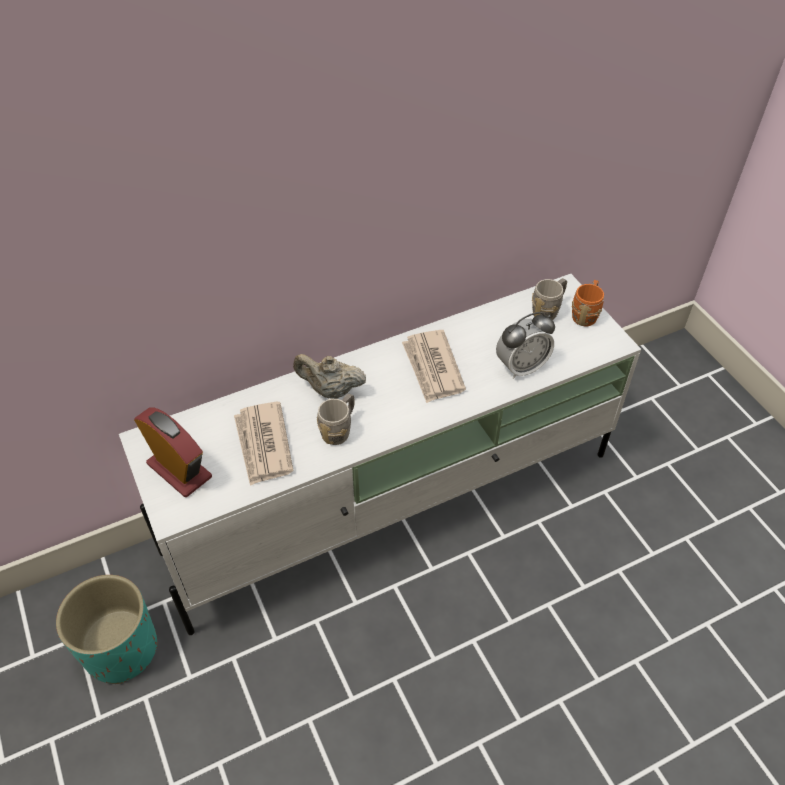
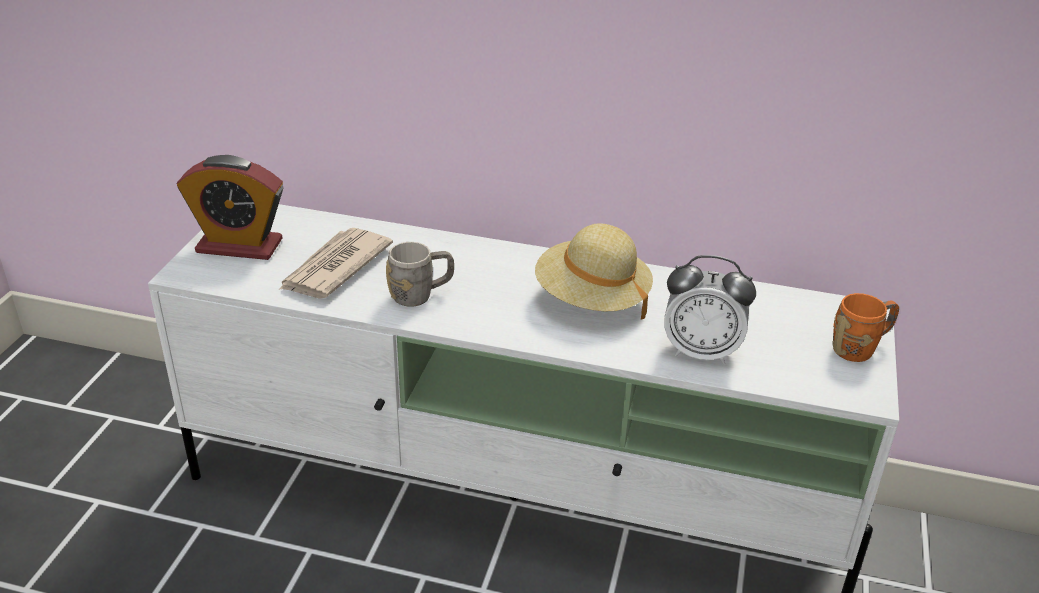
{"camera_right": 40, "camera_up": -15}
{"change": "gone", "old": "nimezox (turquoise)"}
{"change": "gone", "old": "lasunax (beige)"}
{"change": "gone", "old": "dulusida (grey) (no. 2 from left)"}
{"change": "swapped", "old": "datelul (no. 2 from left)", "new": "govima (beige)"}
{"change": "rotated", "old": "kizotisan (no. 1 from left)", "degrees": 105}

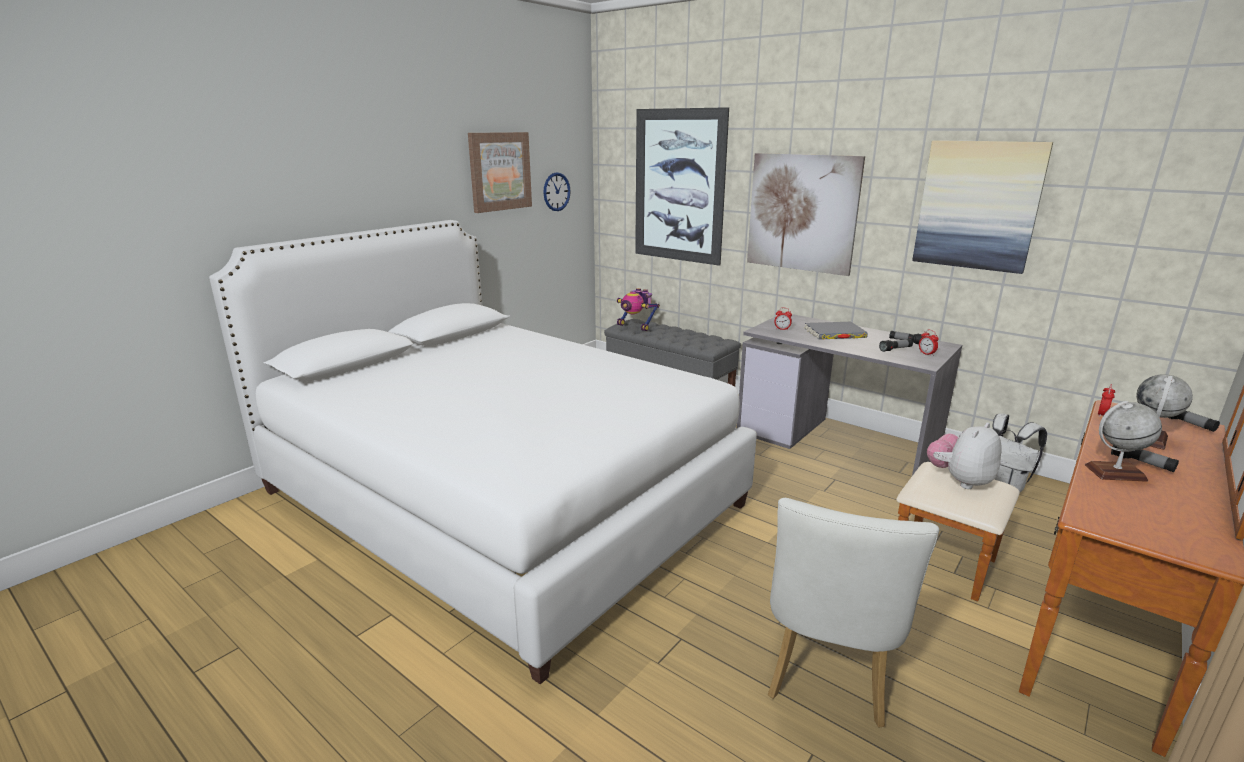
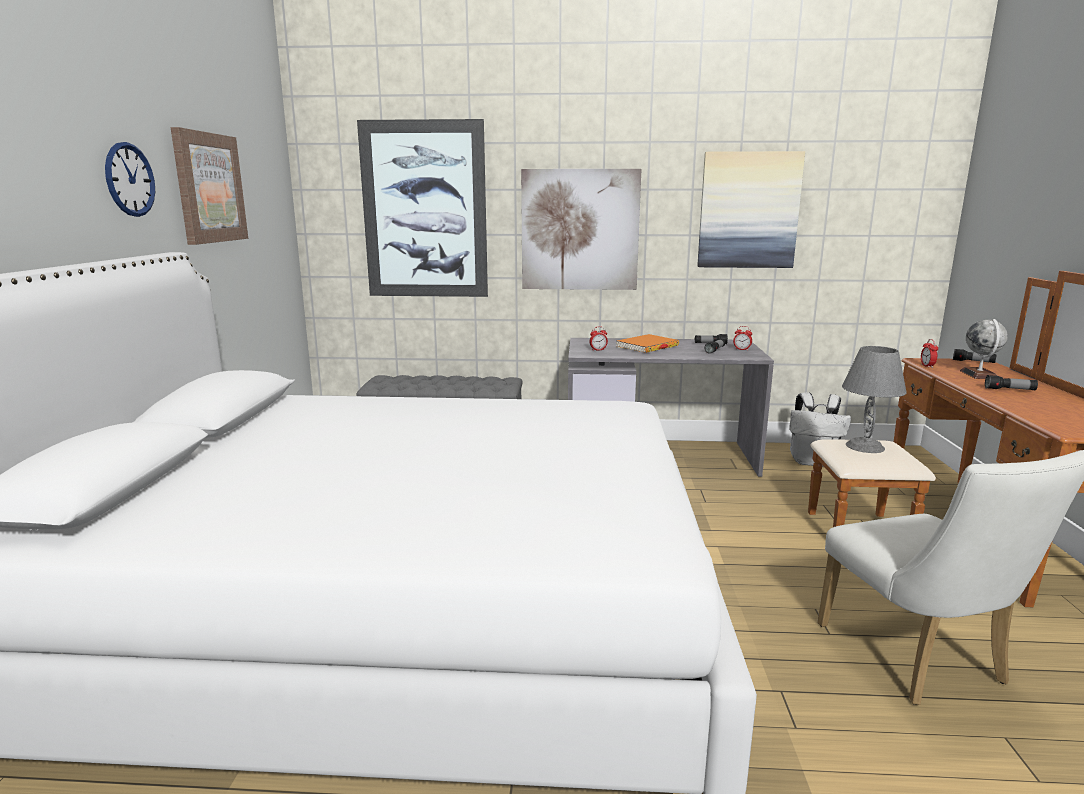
{"camera_right": -35, "camera_up": -5}
{"change": "gone", "old": "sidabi"}
{"change": "gone", "old": "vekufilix (no. 1 from left)"}
{"change": "shifted", "old": "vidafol"}
{"change": "swapped", "old": "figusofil", "new": "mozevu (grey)"}
{"change": "repainted", "old": "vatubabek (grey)", "new": "vatubabek (orange)"}

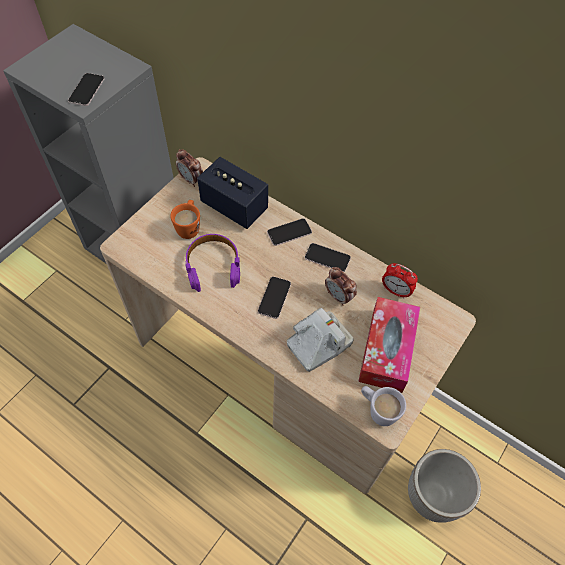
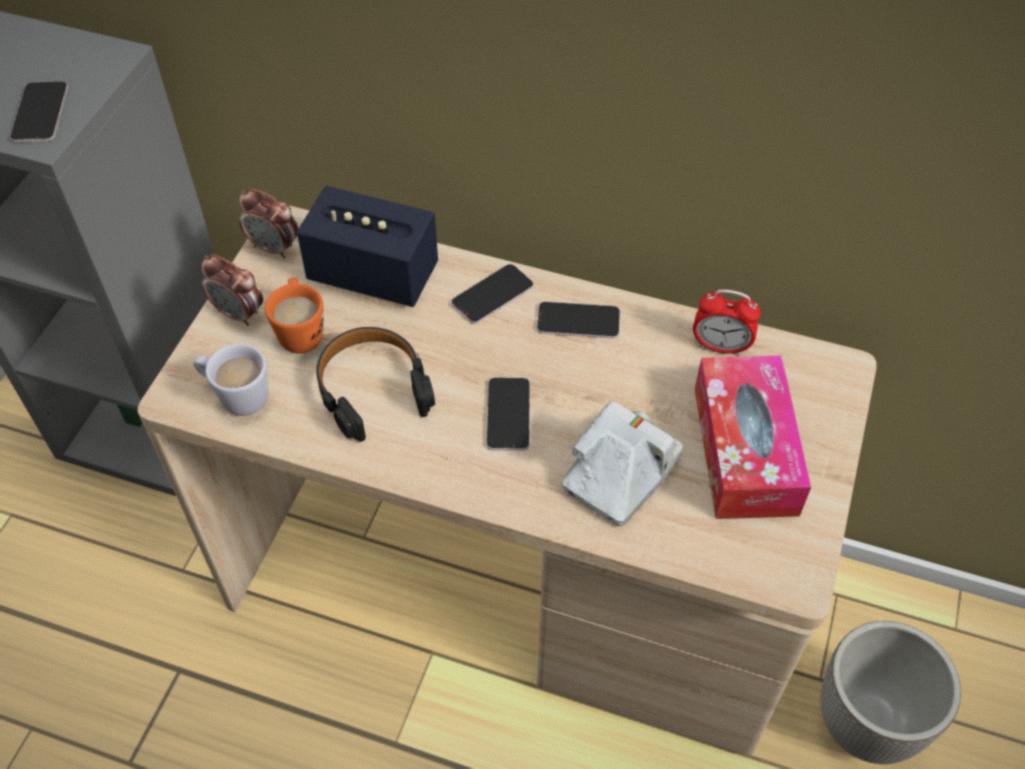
{"camera_right": -15, "camera_up": -5}
{"change": "shifted", "old": "kizotisan (no. 2 from left in the first image)", "new": "kizotisan (no. 1 from left)"}
{"change": "shifted", "old": "dulusida (white)"}
{"change": "repainted", "old": "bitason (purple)", "new": "bitason (black)"}

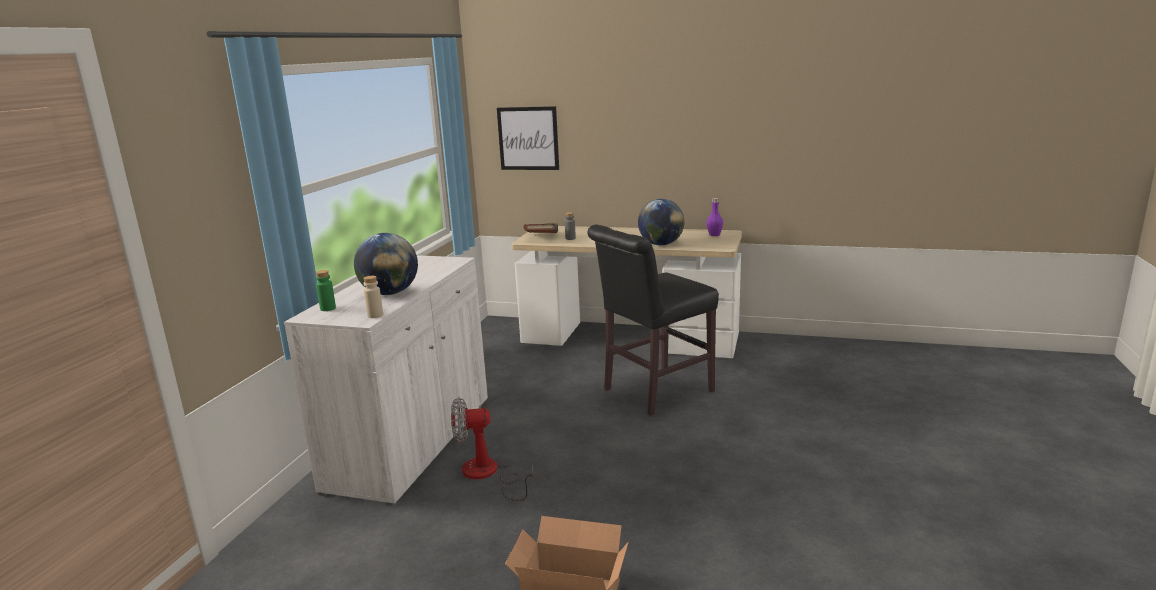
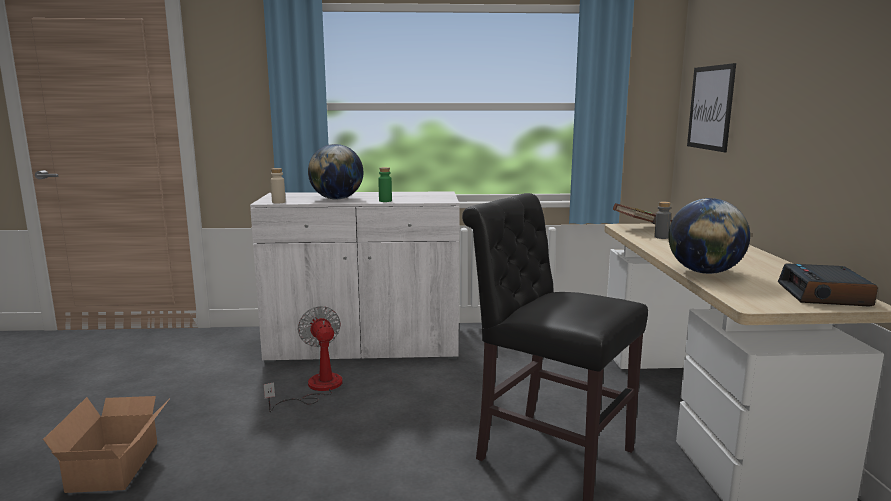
{"camera_right": 70, "camera_up": -5}
{"change": "shifted", "old": "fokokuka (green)"}
{"change": "swapped", "old": "fokokuka (purple)", "new": "kizotisan"}

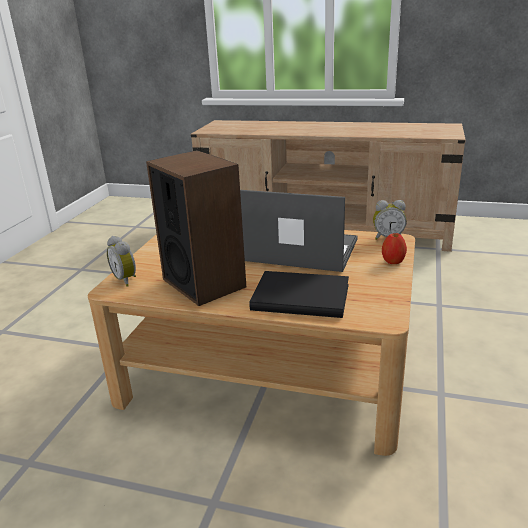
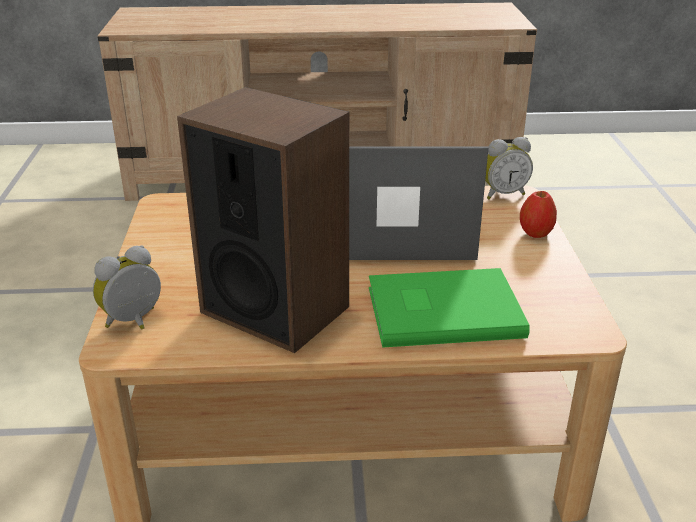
{"camera_right": -20, "camera_up": 5}
{"change": "repainted", "old": "vatubabek (black)", "new": "vatubabek (green)"}
{"change": "rotated", "old": "kizotisan (no. 1 from left)", "degrees": 105}

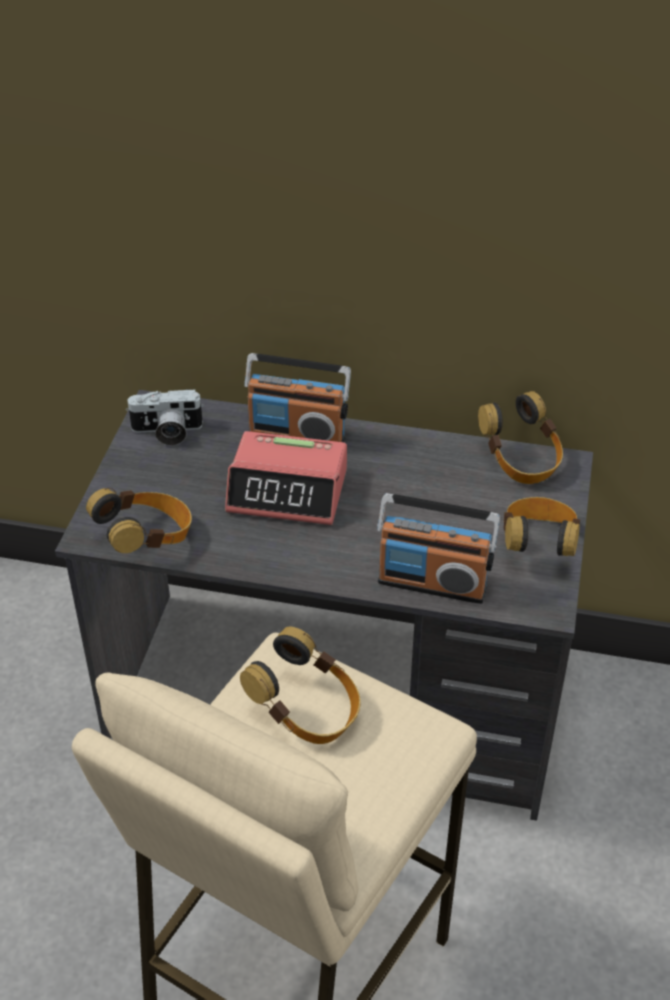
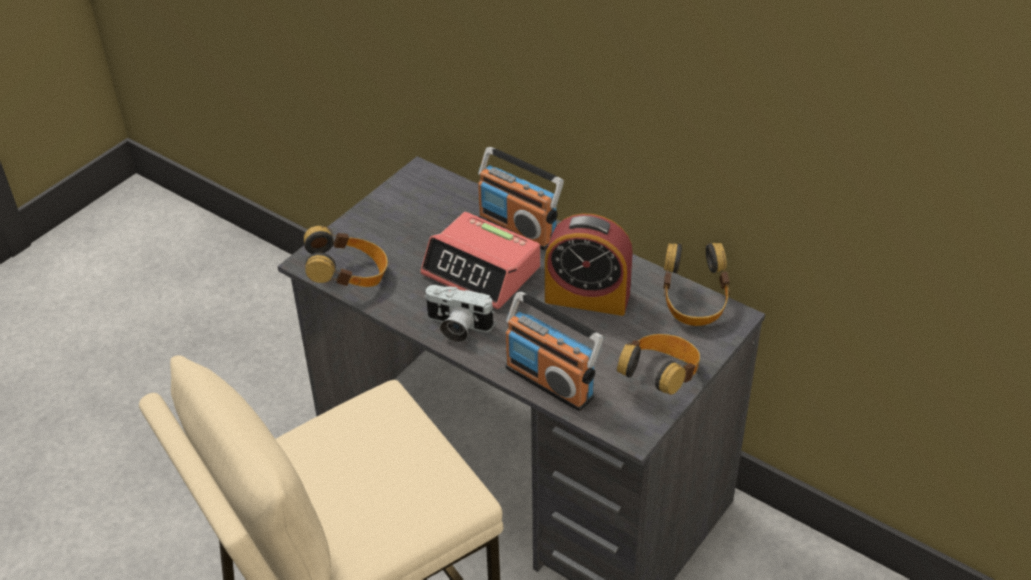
{"camera_right": 25, "camera_up": 0}
{"change": "gone", "old": "bitason (no. 2 from left)"}
{"change": "new", "new": "kizotisan (no. 2 from left)"}
{"change": "shifted", "old": "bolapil"}

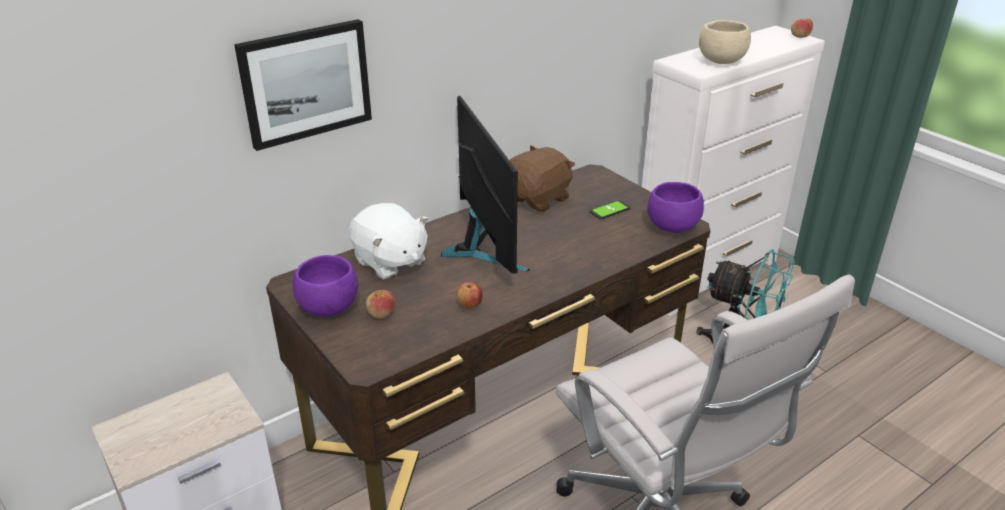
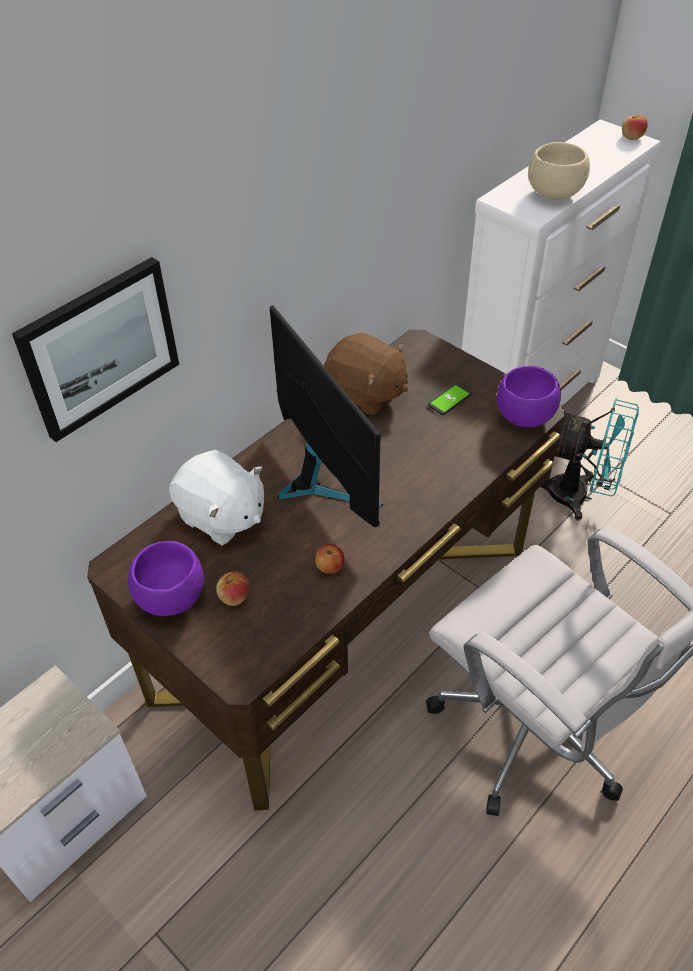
{"camera_right": -10, "camera_up": 15}
{"change": "rotated", "old": "figusofil (brown)", "degrees": 90}

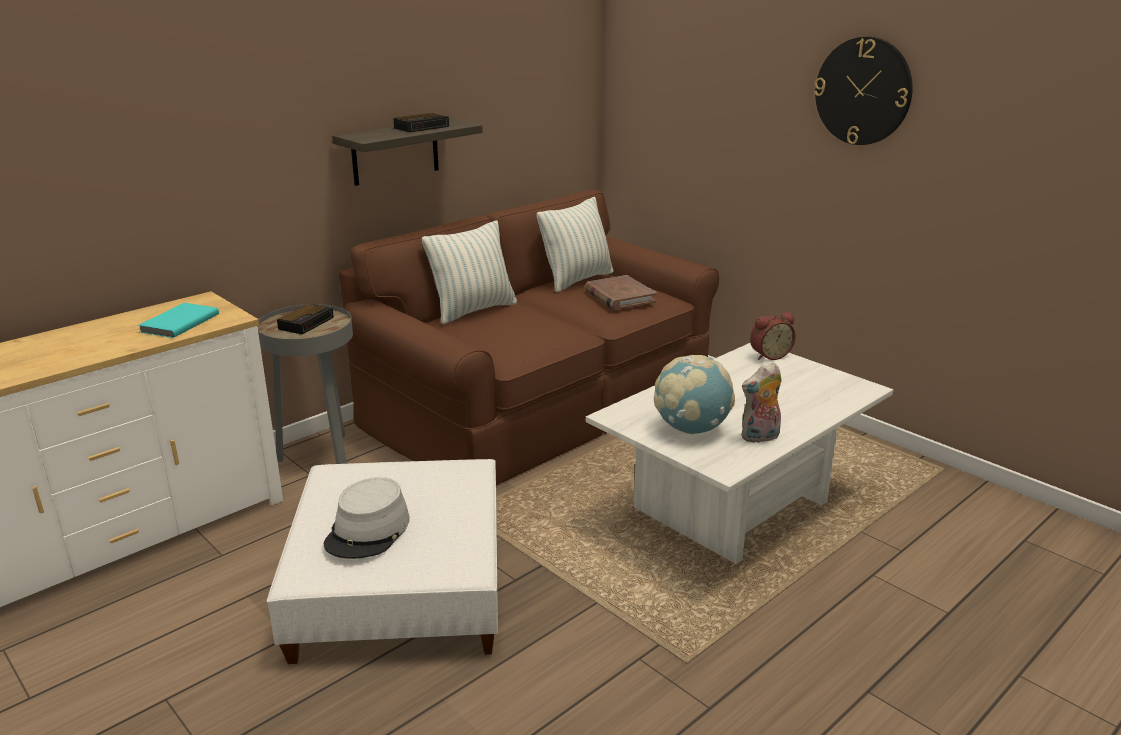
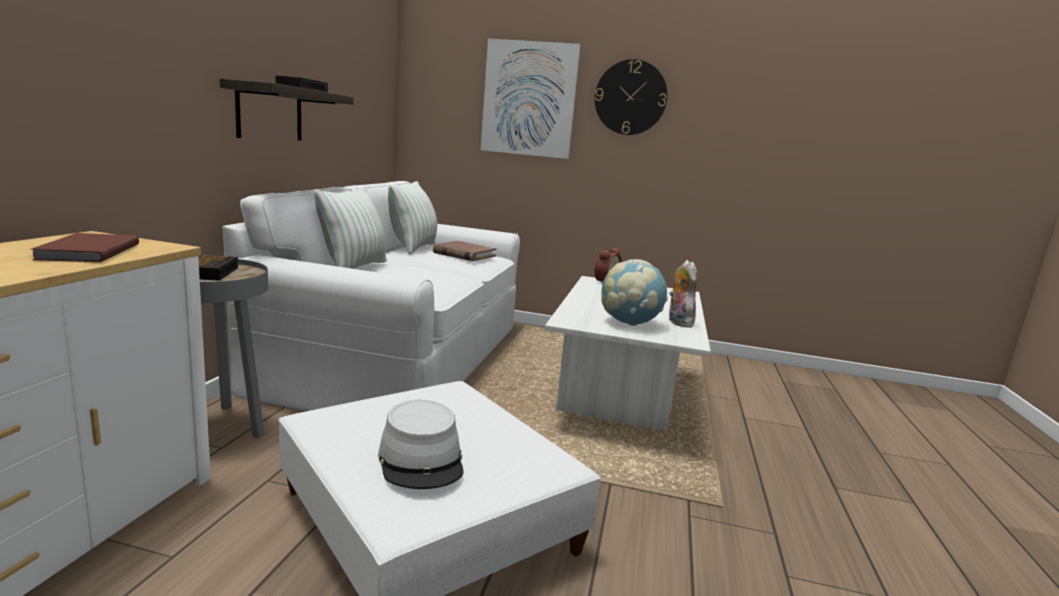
{"camera_right": -35, "camera_up": -10}
{"change": "new", "new": "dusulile"}
{"change": "repainted", "old": "vatubabek (turquoise)", "new": "vatubabek (brown) (no. 1 from left)"}
{"change": "repainted", "old": "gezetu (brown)", "new": "gezetu (white)"}
{"change": "rotated", "old": "figusofil", "degrees": 135}

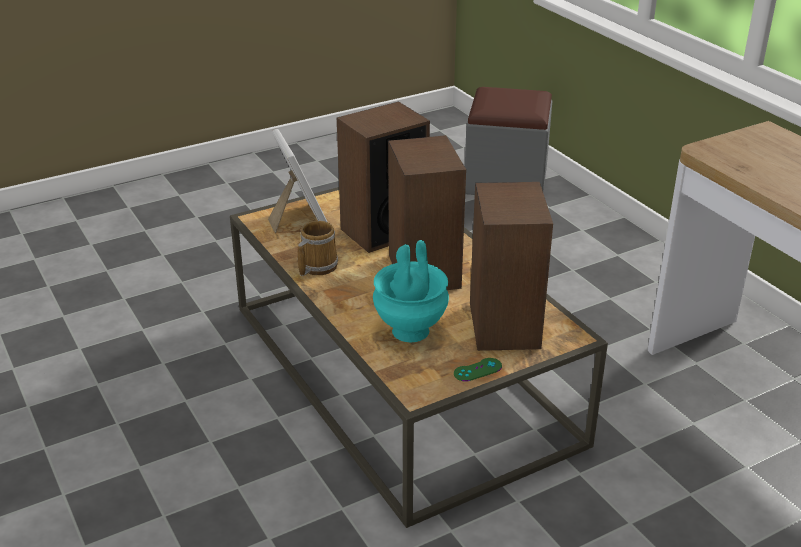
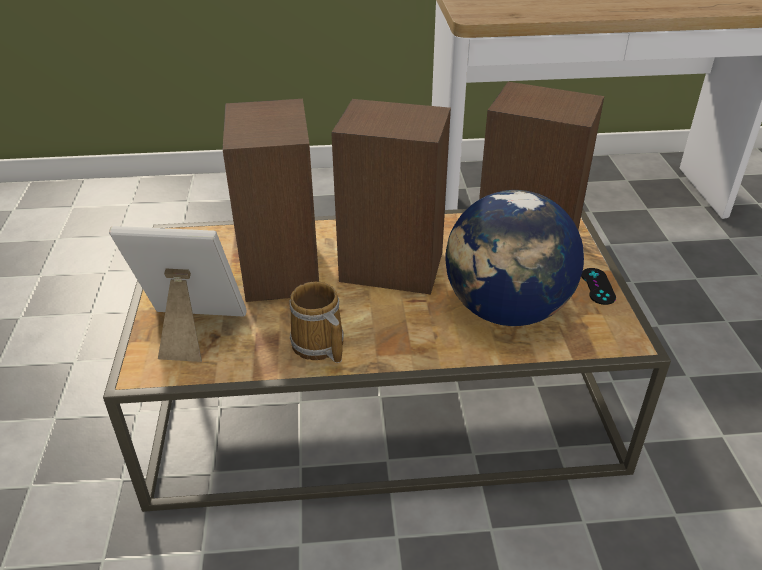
{"camera_right": -65, "camera_up": 5}
{"change": "gone", "old": "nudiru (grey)"}
{"change": "swapped", "old": "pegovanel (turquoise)", "new": "vekufilix"}
{"change": "repainted", "old": "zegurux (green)", "new": "zegurux (black)"}

